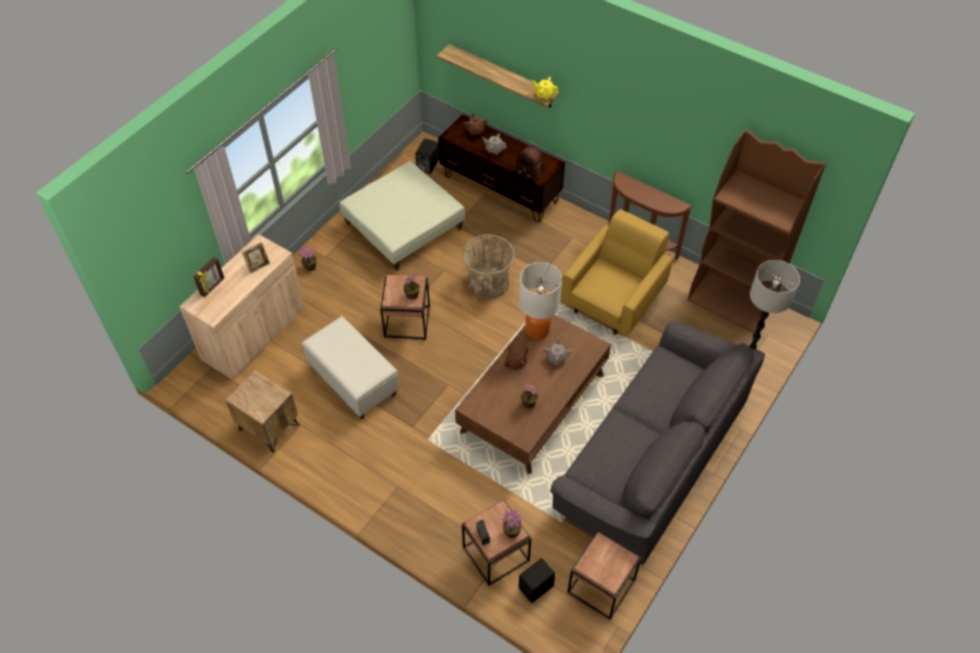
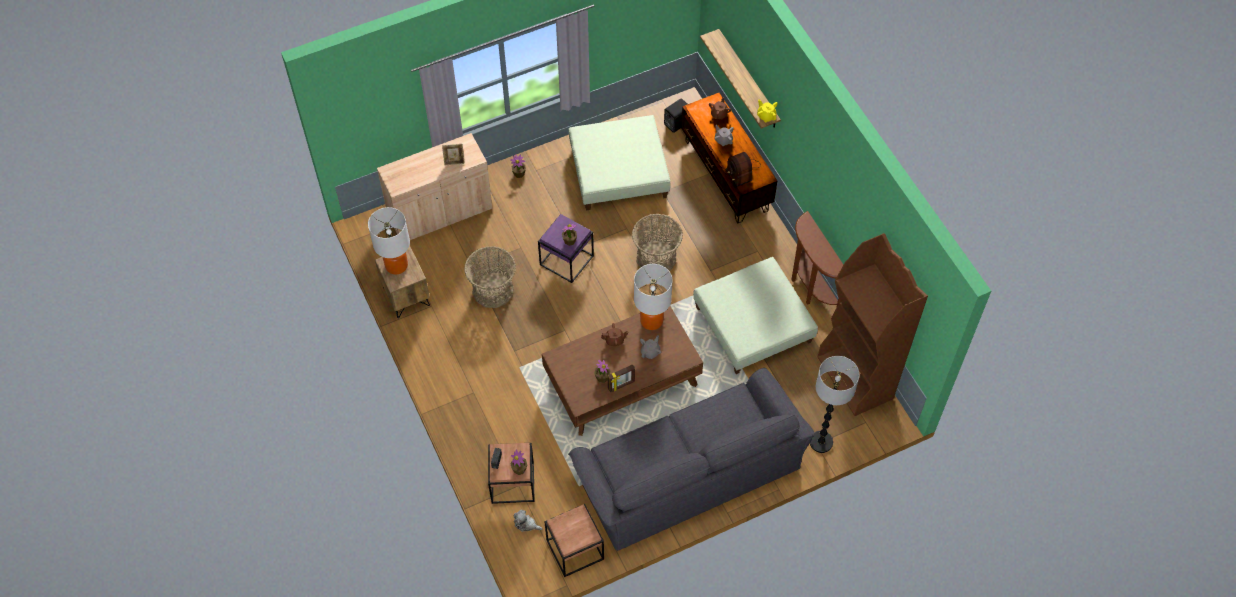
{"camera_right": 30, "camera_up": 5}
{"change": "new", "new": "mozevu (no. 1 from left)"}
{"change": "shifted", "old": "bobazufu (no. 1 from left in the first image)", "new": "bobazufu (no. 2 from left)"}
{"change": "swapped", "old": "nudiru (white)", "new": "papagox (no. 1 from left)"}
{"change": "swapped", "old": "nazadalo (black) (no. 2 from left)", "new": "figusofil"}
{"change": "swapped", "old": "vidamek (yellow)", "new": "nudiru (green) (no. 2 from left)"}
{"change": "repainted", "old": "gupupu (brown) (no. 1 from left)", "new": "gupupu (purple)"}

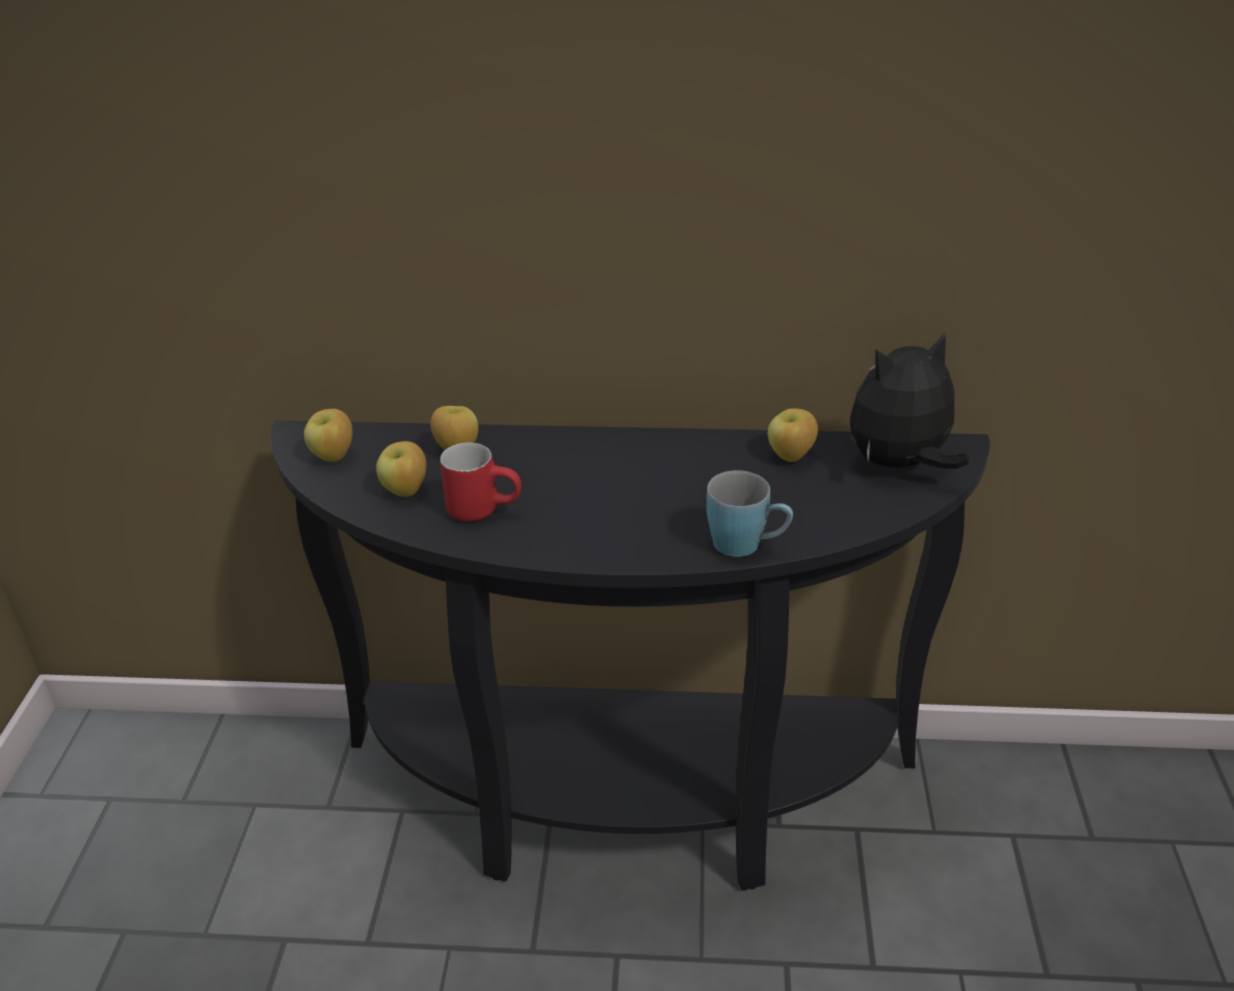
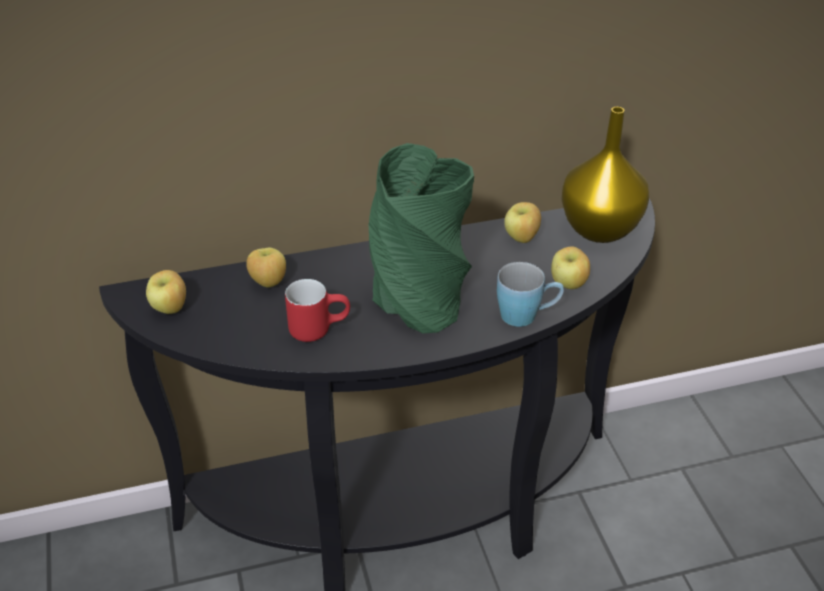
{"camera_right": -20, "camera_up": 5}
{"change": "new", "new": "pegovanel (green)"}
{"change": "shifted", "old": "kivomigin (no. 2 from left in the first image)", "new": "kivomigin (no. 4 from left)"}
{"change": "swapped", "old": "figusofil", "new": "pegovanel (yellow)"}

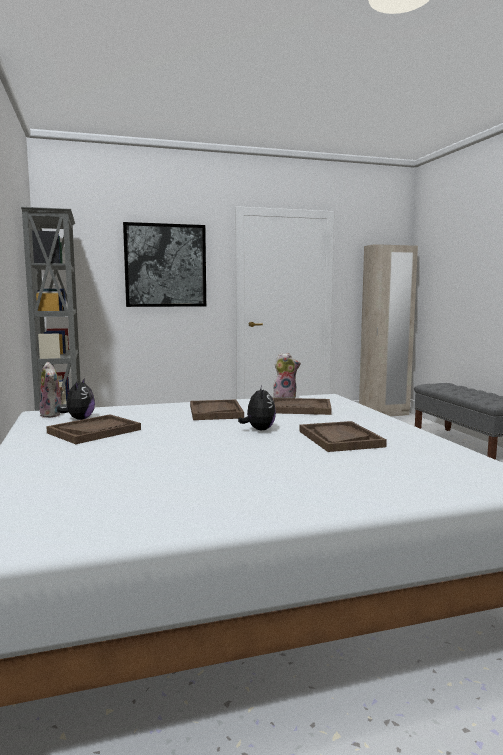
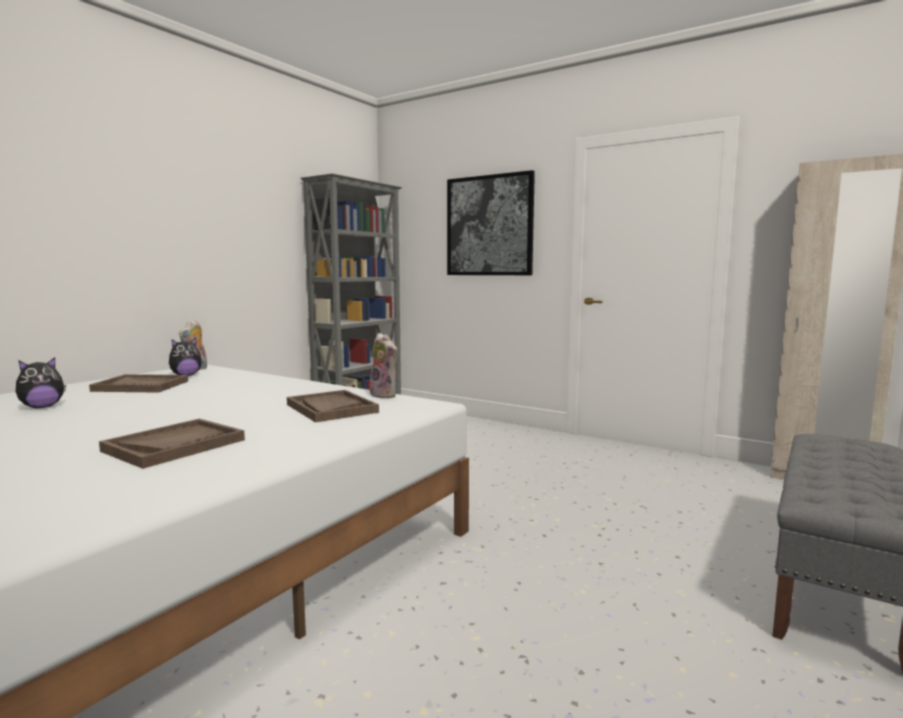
{"camera_right": 50, "camera_up": 0}
{"change": "gone", "old": "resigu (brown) (no. 2 from left)"}
{"change": "shifted", "old": "figusofil (no. 3 from left in the first image)", "new": "figusofil (no. 1 from left)"}

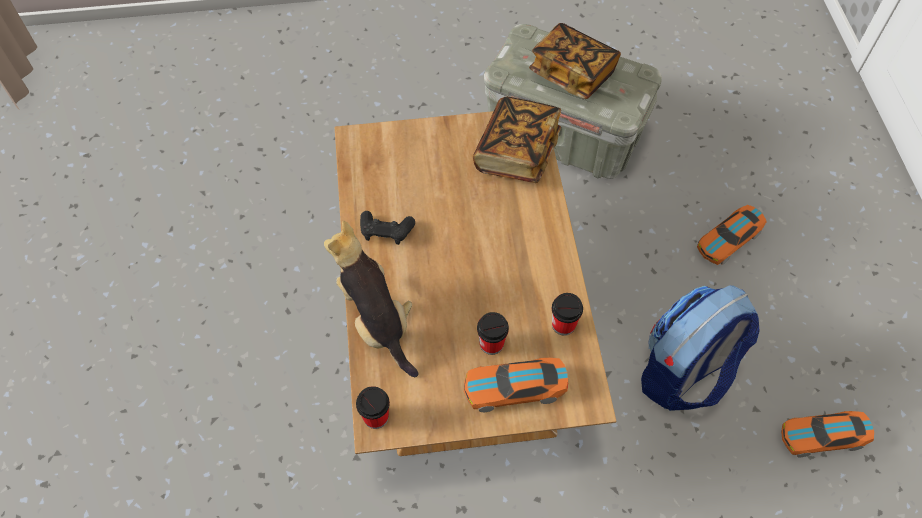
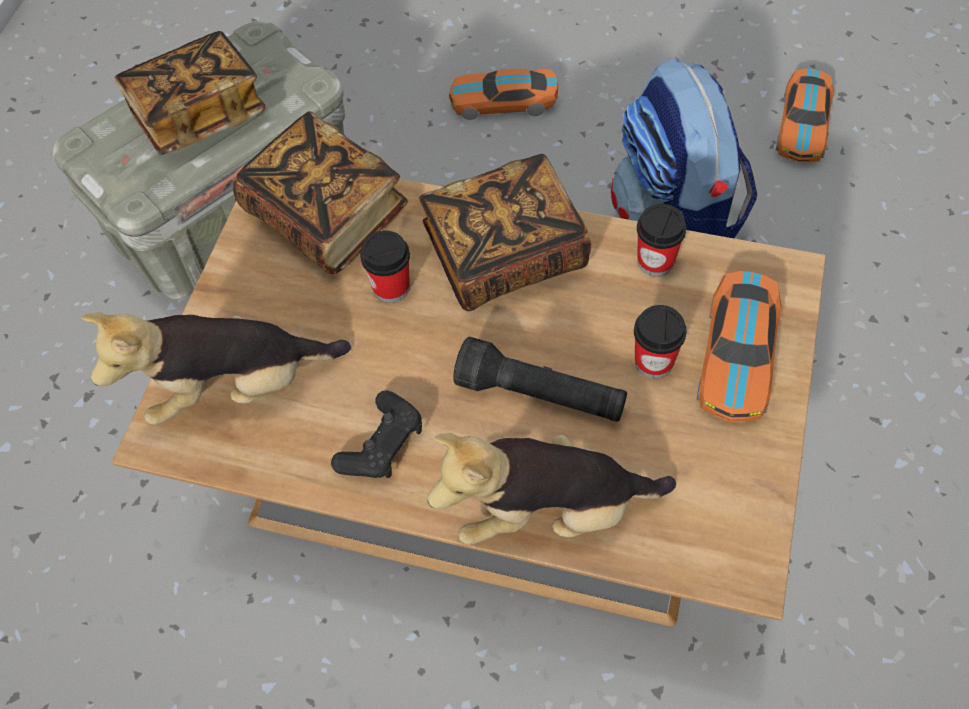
{"camera_right": -65, "camera_up": 0}
{"change": "new", "new": "figusofil (no. 1 from left)"}
{"change": "new", "new": "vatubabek (no. 3 from left)"}
{"change": "new", "new": "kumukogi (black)"}
{"change": "shifted", "old": "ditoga (no. 1 from left)"}
{"change": "rotated", "old": "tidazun (no. 2 from left in the first image)", "degrees": 105}

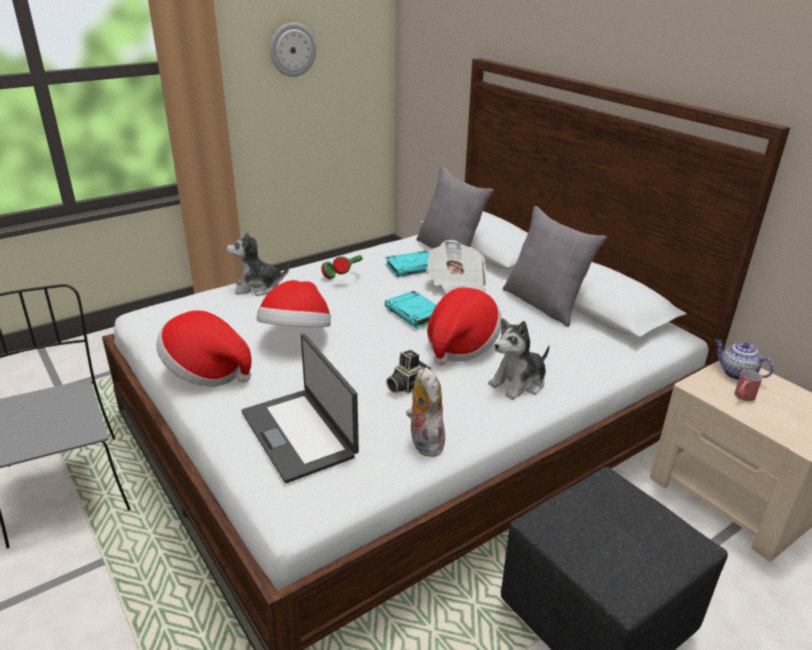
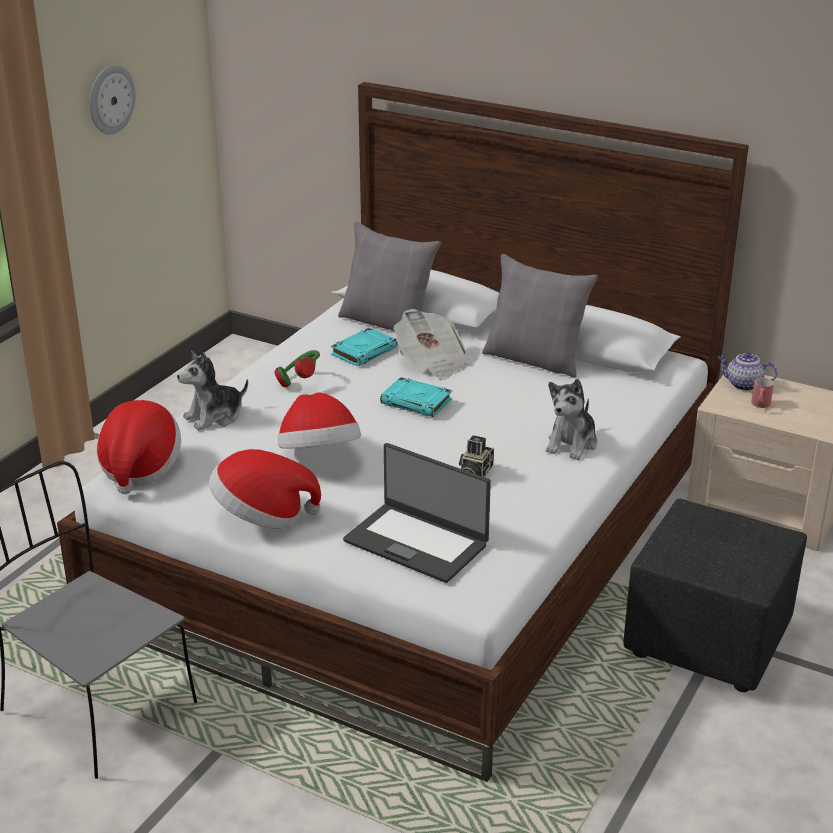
{"camera_right": -25, "camera_up": 0}
{"change": "gone", "old": "figusofil (no. 2 from left)"}
{"change": "shifted", "old": "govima (no. 3 from left in the first image)", "new": "govima (no. 1 from left)"}

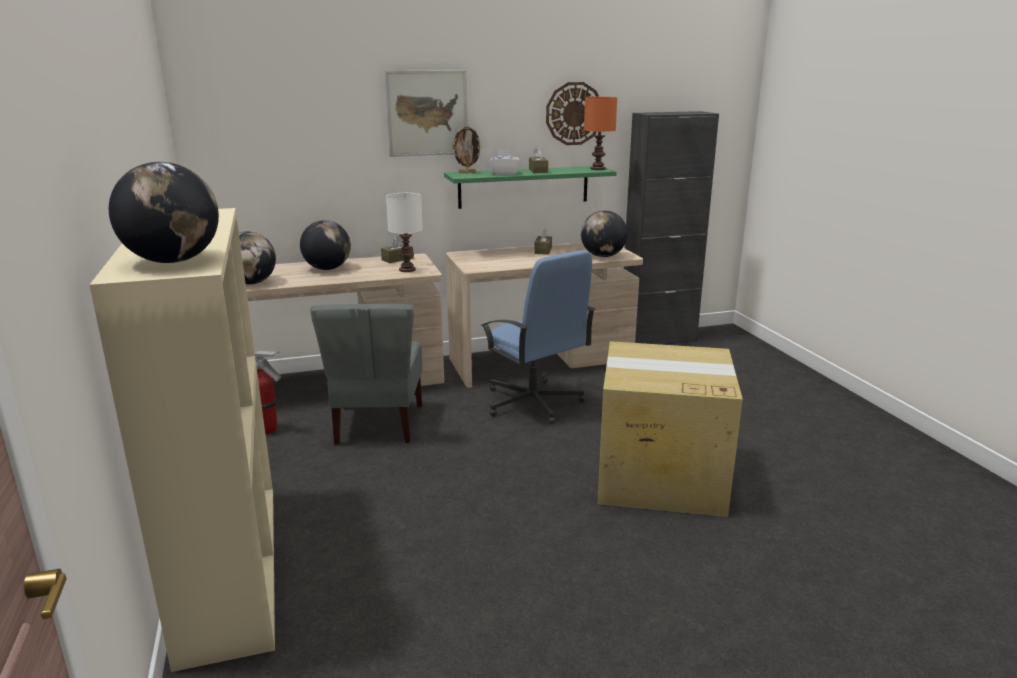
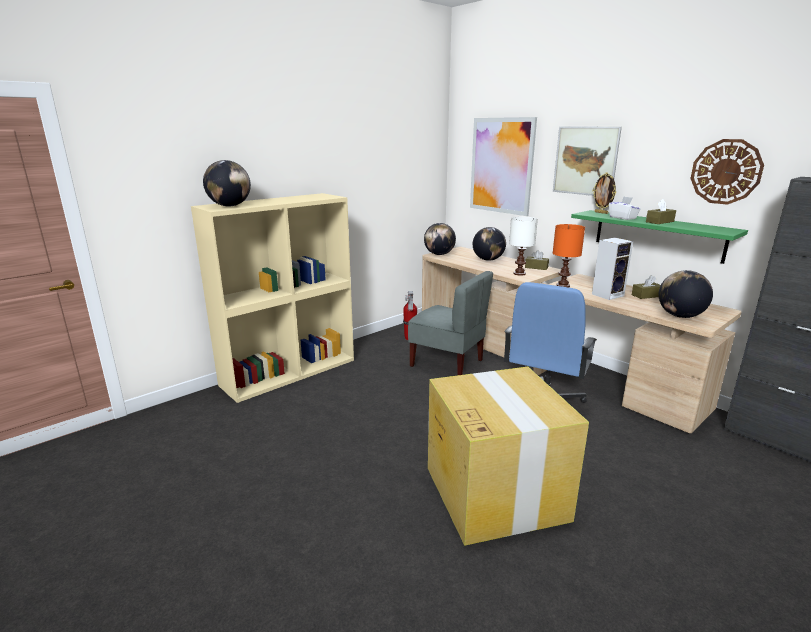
{"camera_right": 65, "camera_up": 0}
{"change": "new", "new": "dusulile (no. 1 from left)"}
{"change": "new", "new": "nazadalo"}
{"change": "shifted", "old": "mozevu (orange)"}
{"change": "rotated", "old": "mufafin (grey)", "degrees": -120}

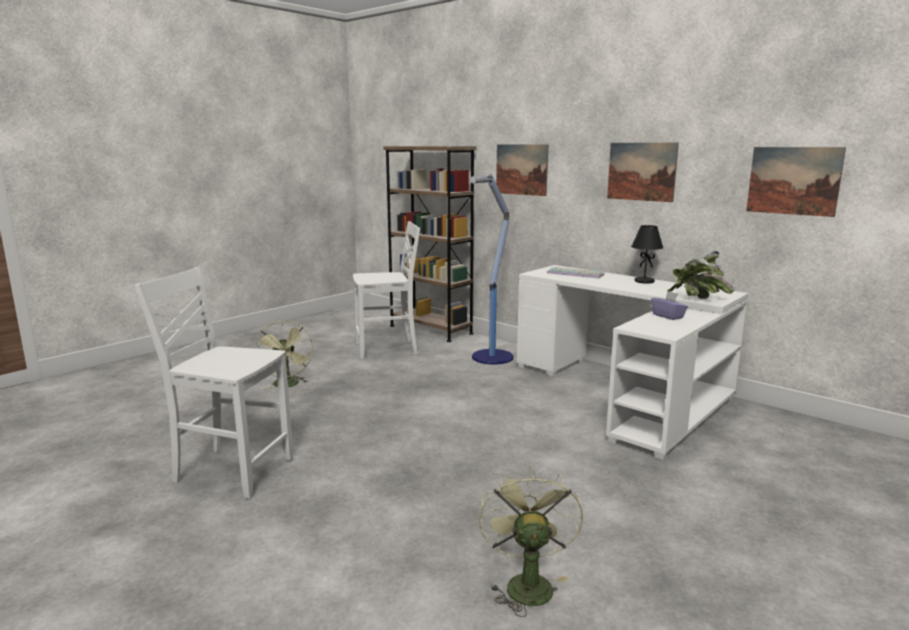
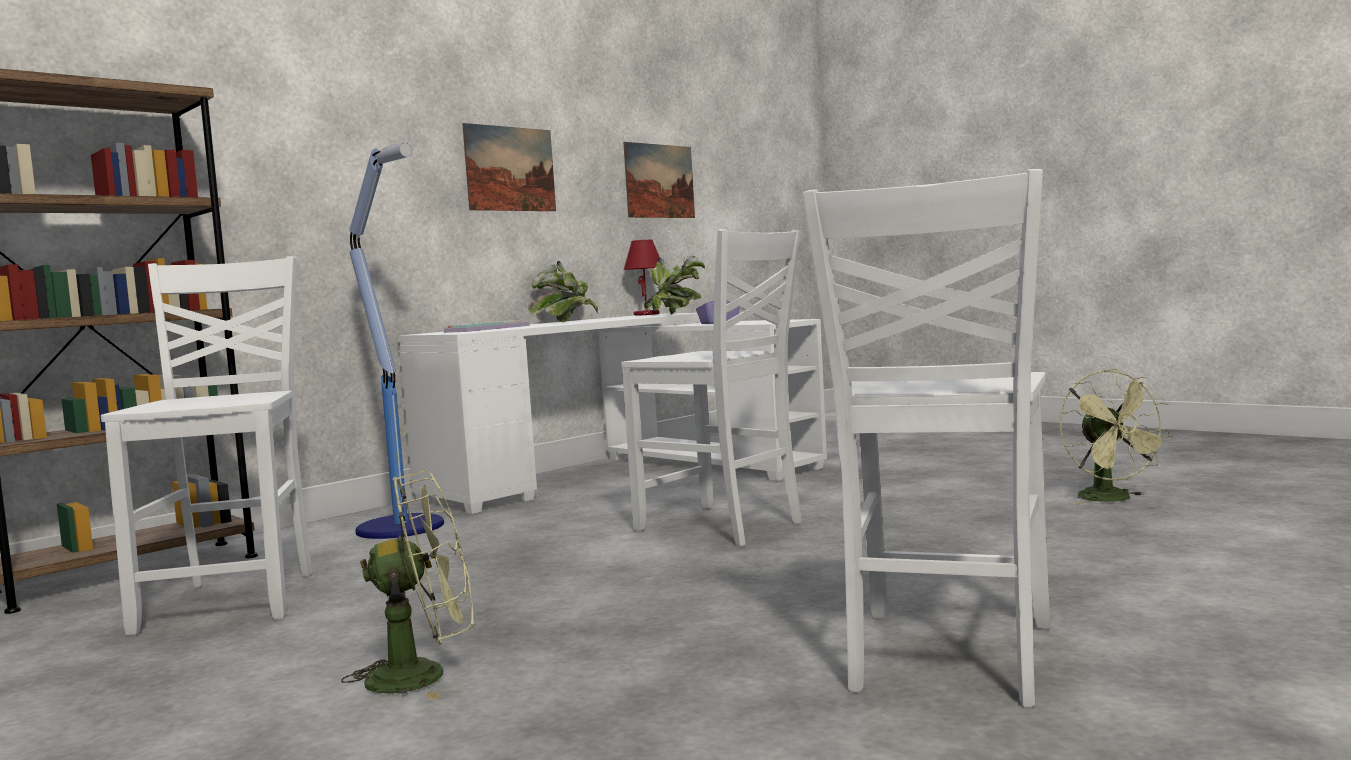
{"camera_right": -85, "camera_up": -10}
{"change": "gone", "old": "dusulile (no. 1 from left)"}
{"change": "new", "new": "mufafin (white) (no. 2 from left)"}
{"change": "new", "new": "mozevu (red)"}
{"change": "swapped", "old": "mozevu (black)", "new": "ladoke (no. 1 from left)"}
{"change": "rotated", "old": "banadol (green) (no. 2 from left)", "degrees": -105}

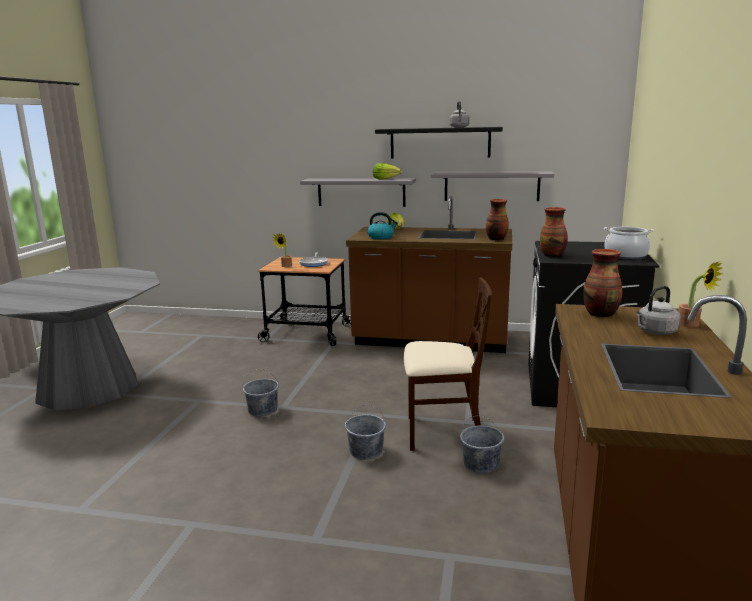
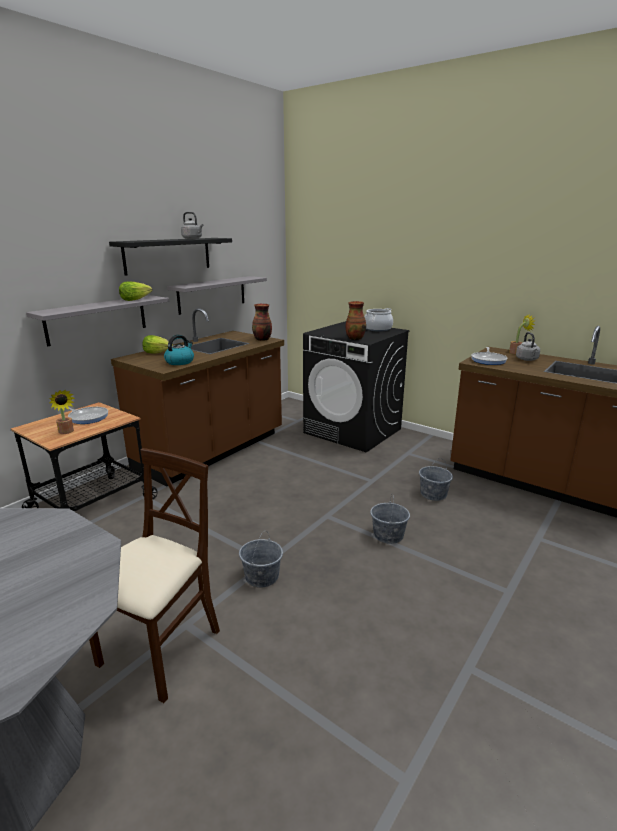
{"camera_right": -65, "camera_up": 5}
{"change": "shifted", "old": "mufafin (beige)"}
{"change": "swapped", "old": "pegovanel (no. 3 from left)", "new": "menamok (no. 2 from left)"}

